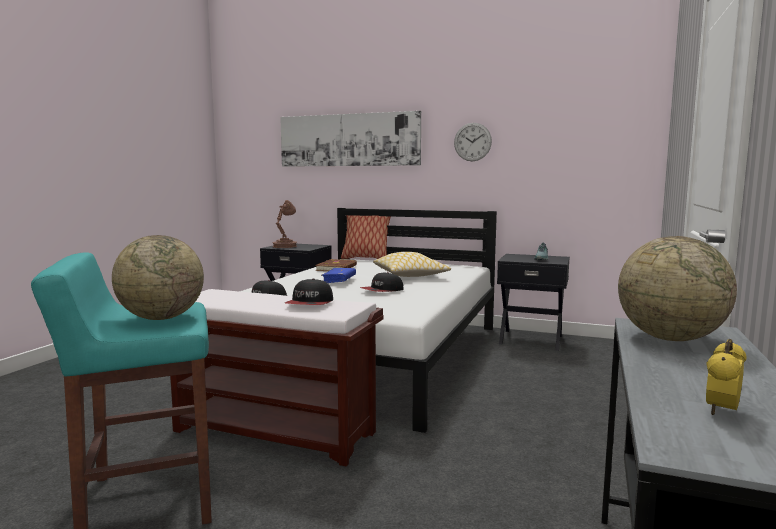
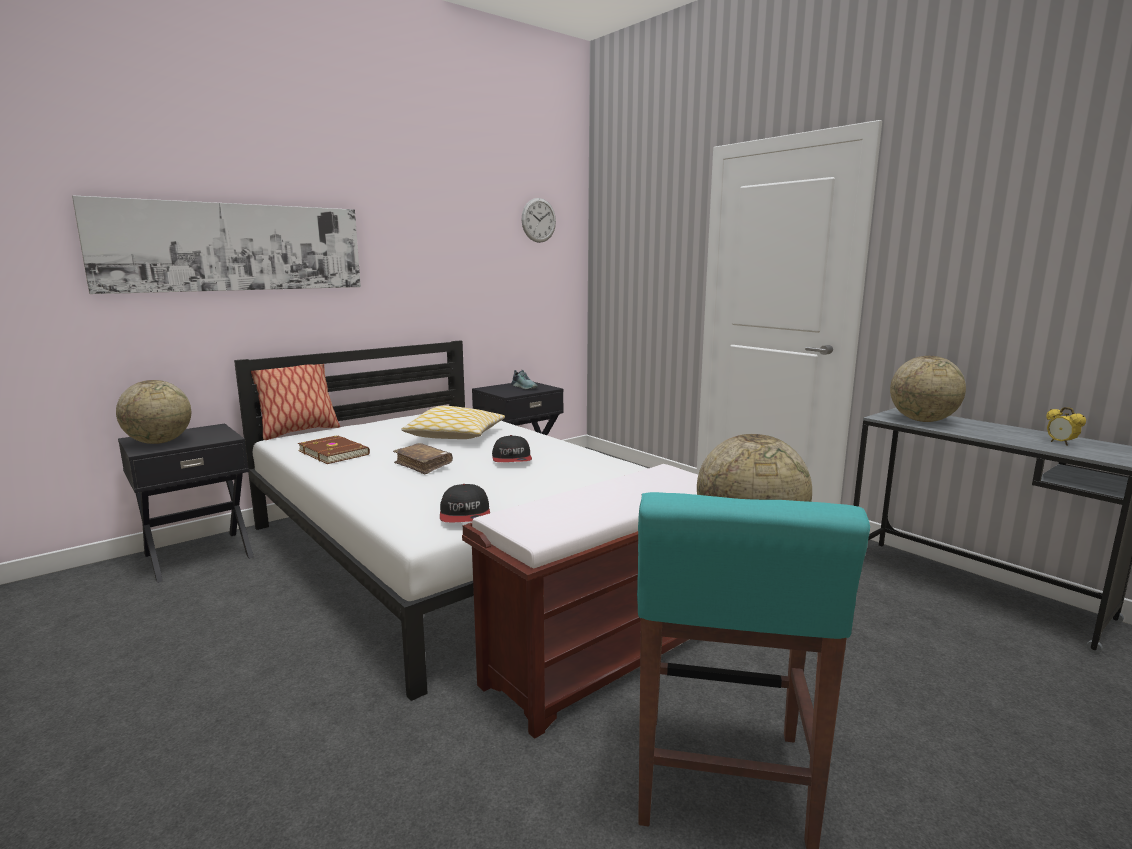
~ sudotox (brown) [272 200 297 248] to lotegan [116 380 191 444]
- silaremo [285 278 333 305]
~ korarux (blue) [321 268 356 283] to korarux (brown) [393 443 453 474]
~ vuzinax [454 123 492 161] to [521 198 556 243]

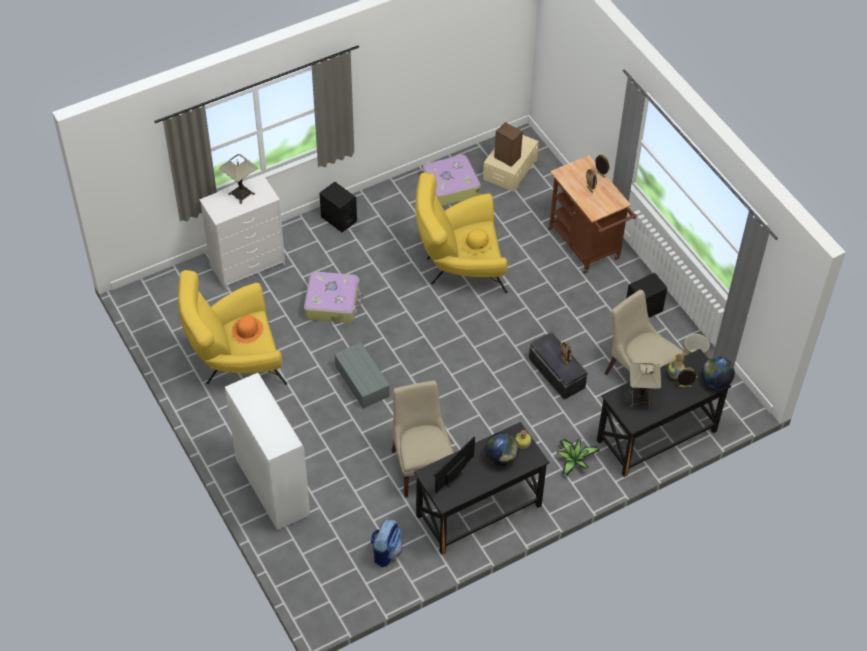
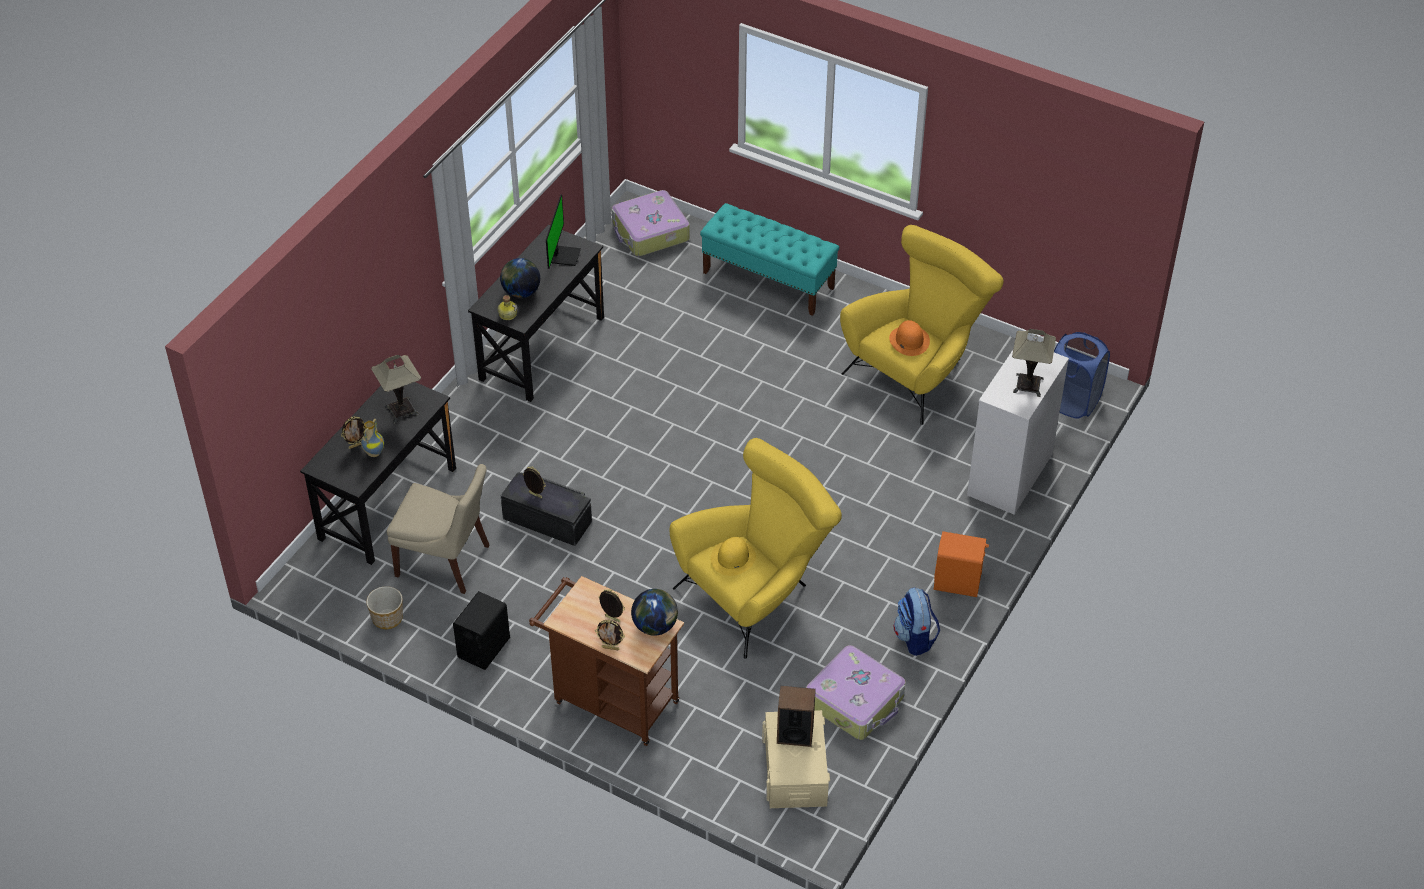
~ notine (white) [225 373 310 530] to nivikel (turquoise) [700 203 839 316]
~ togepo [304 271 363 323] to [612 190 690 256]
~ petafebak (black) [320 182 357 232] to petafebak (orange) [934 531 989 597]
- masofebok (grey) [334 342 390 408]
~ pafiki [371 519 403 567] to [894 587 940 656]
- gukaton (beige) [392 380 454 497]
- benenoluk [557 439 600 476]
~ lotegan [702 356 735 389] to [631 589 678 636]
+ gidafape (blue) [1054 332 1110 419]

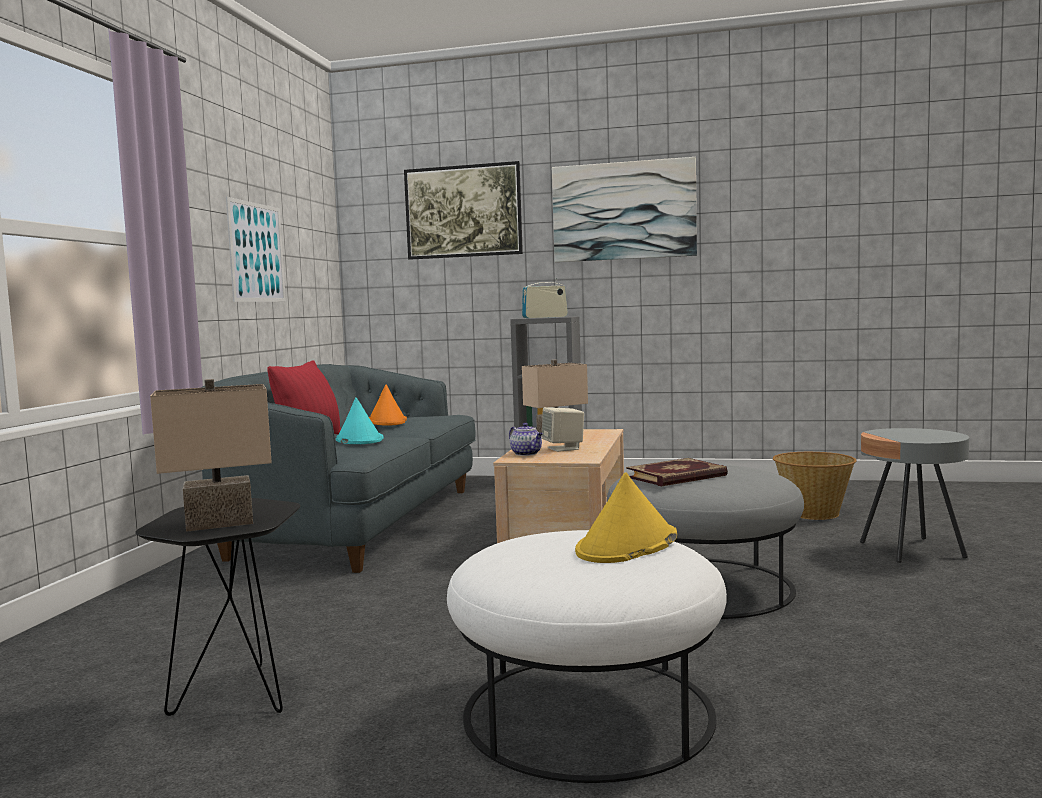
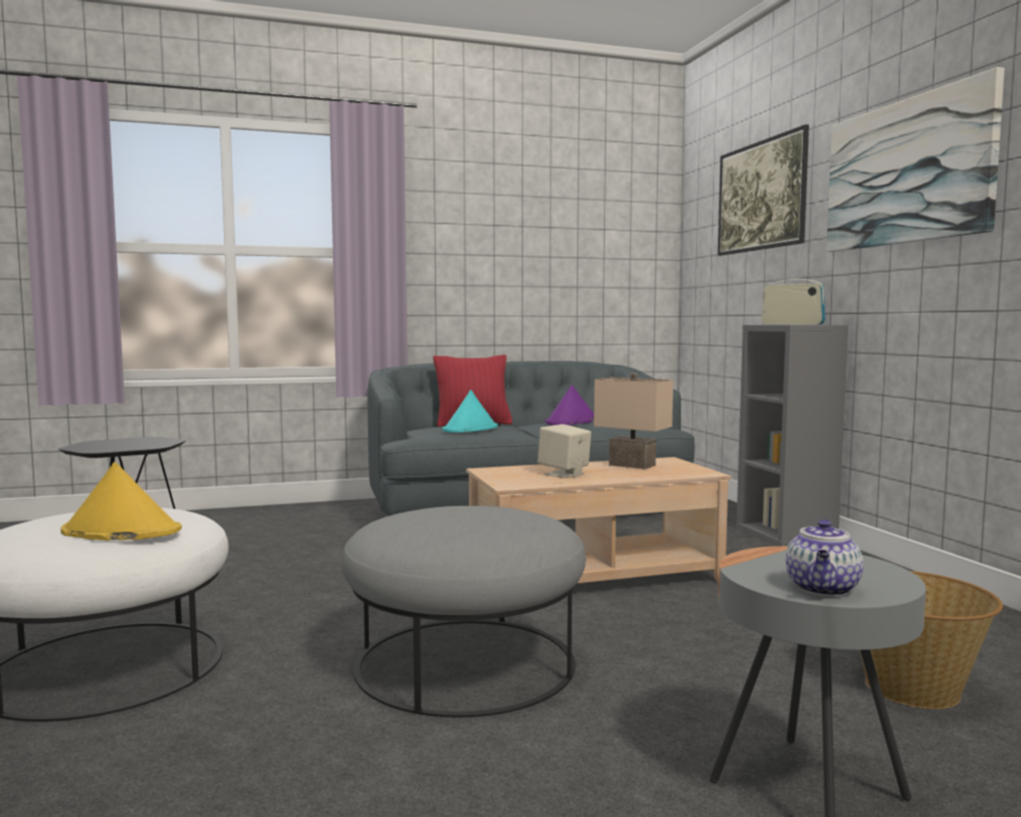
- sudotox (beige) [150 379 272 532]
- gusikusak [226 197 286 302]
~ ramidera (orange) [369 385 407 426] to ramidera (purple) [545 385 594 425]
~ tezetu [509 423 543 456] to [786 519 864 596]
- korarux [626 458 728 487]

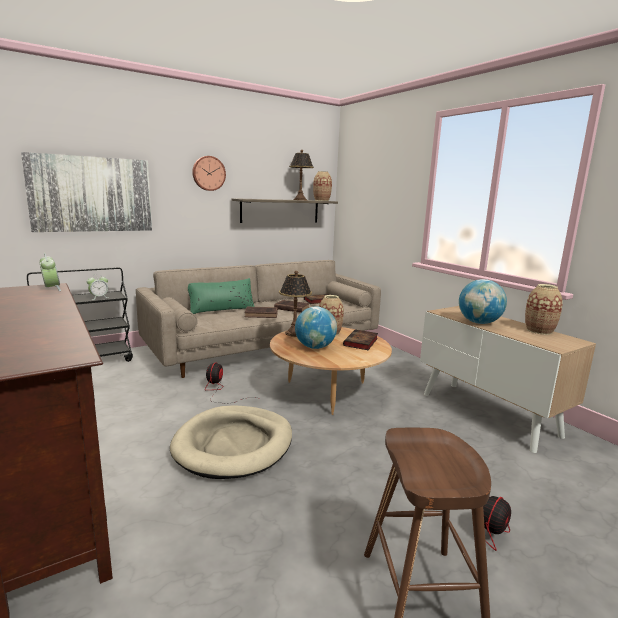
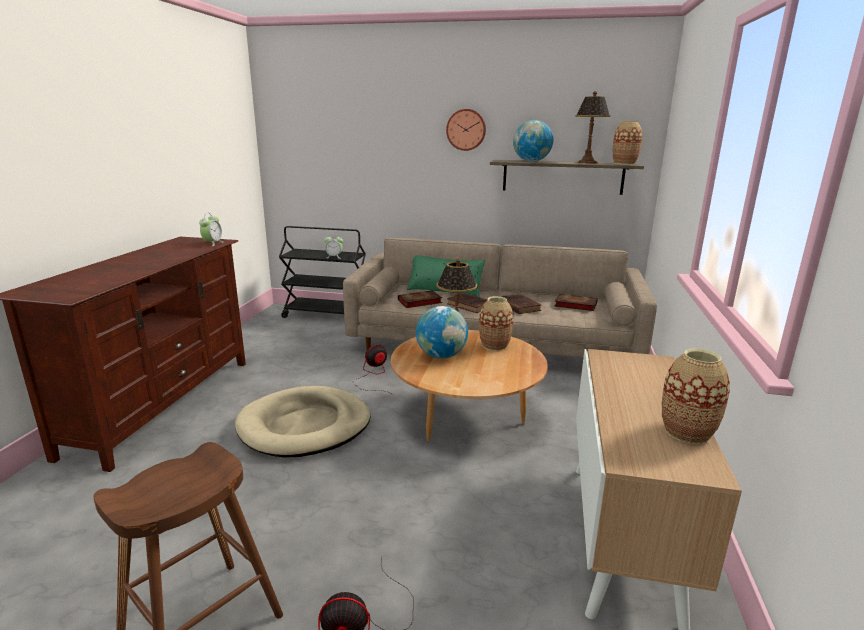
- gusikusak [21 152 152 232]
~ korarux [343 329 378 350] to [398 290 442 308]
~ lotegan [459 279 507 324] to [513 120 554 162]

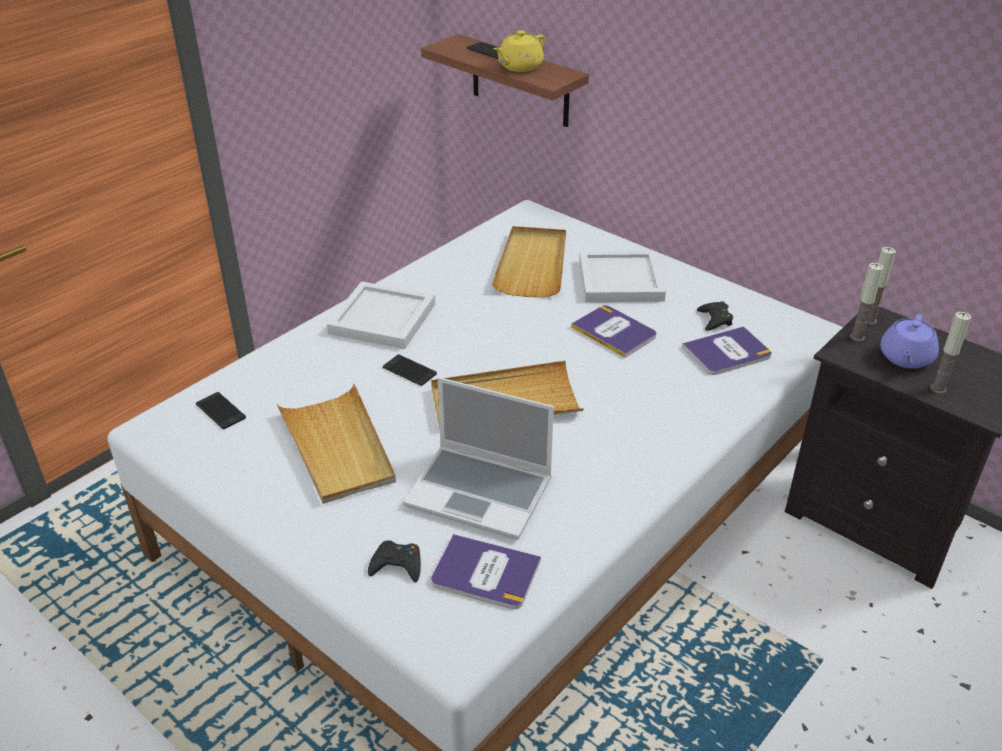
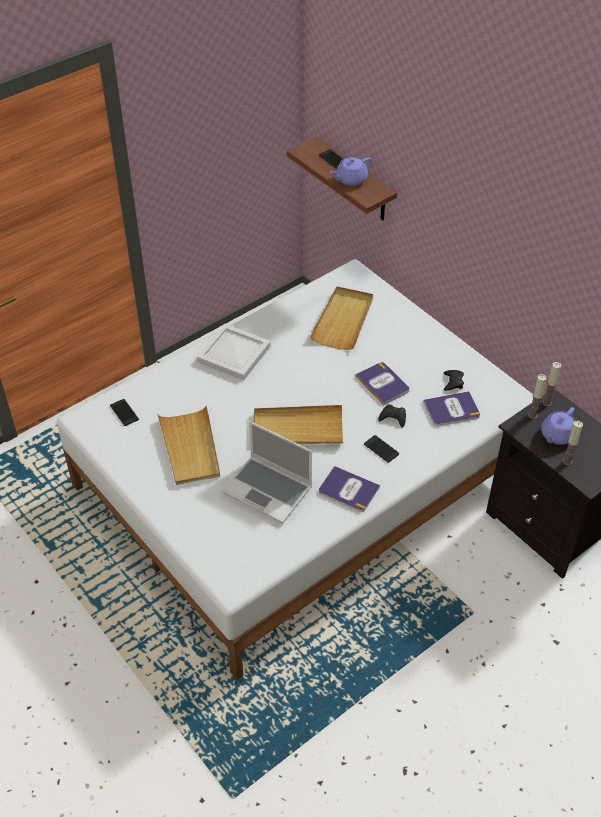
~ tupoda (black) [368 540 421 583] to [378 404 406 428]
~ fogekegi [383 355 437 386] to [364 435 399 463]
~ korarux [431 534 541 609] to [319 466 380 512]
~ tezetu (yellow) [494 31 545 72] to tezetu (purple) [330 156 372 186]
- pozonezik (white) [579 251 666 302]

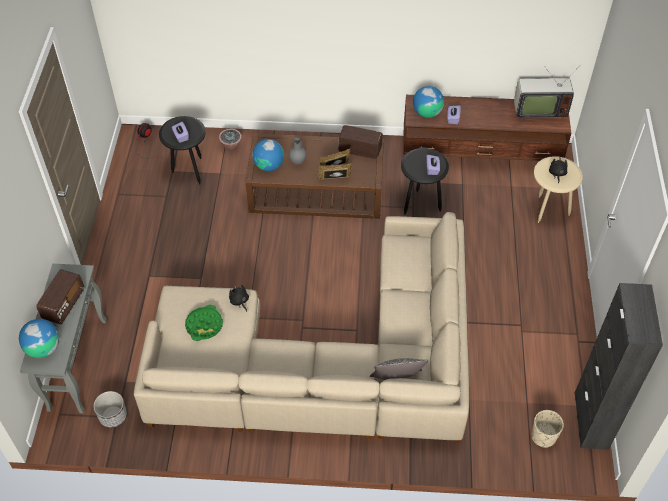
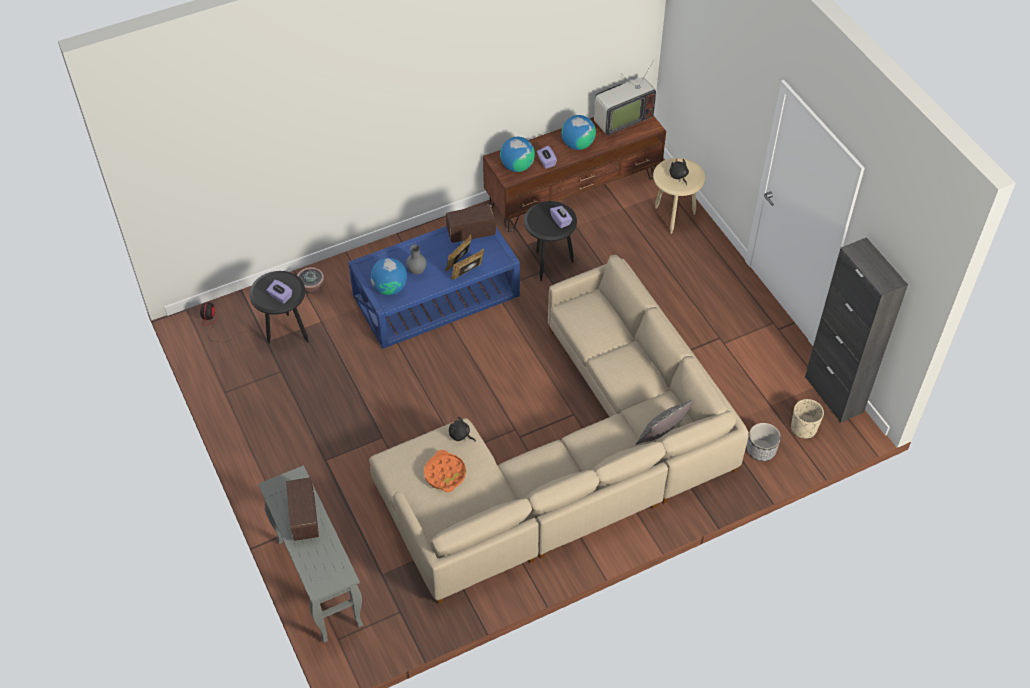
~ lotegan [19 319 59 358] to [561 115 596 150]
~ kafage [93 391 127 428] to [747 423 781 461]
~ pozonezik (green) [185 305 223 341] to pozonezik (orange) [424 450 466 492]
~ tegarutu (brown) [246 134 384 219] to tegarutu (blue) [348 226 520 349]

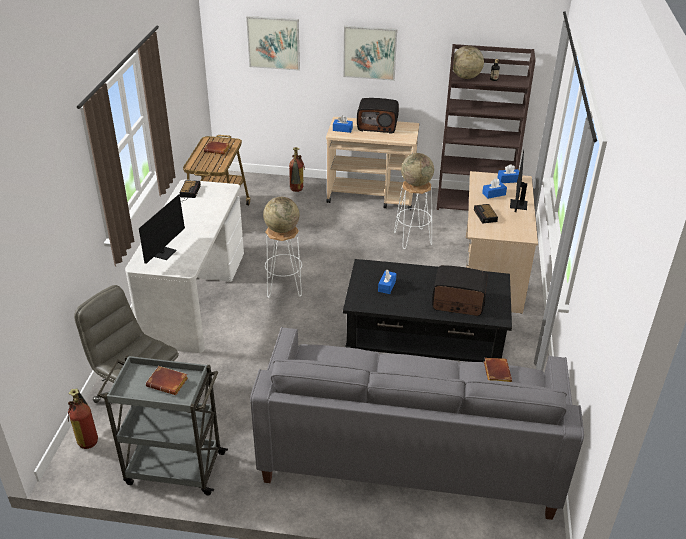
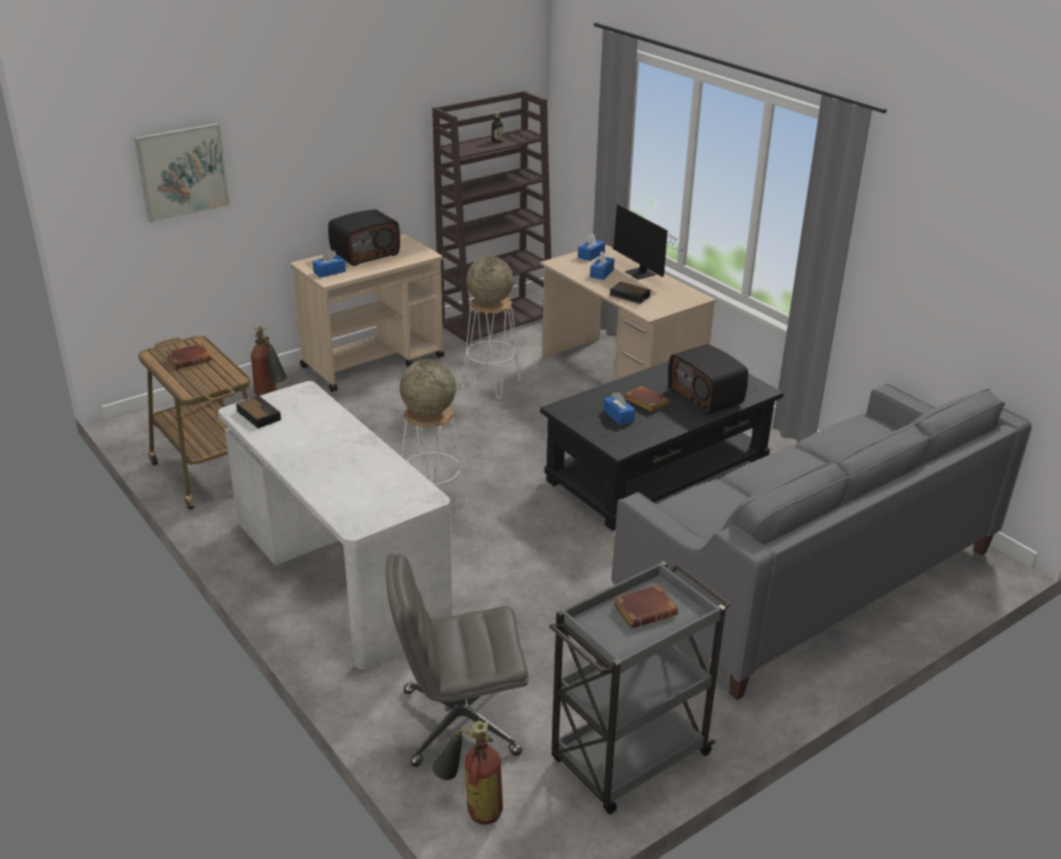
- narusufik [139 190 191 264]
- gusikusak [343 26 397 81]
~ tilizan [432 265 488 316] = [668 344 748 415] 90 degrees counterclockwise
- lotegan [453 46 484 79]
~ korarux (brown) [484 358 512 382] to [624 386 670 412]

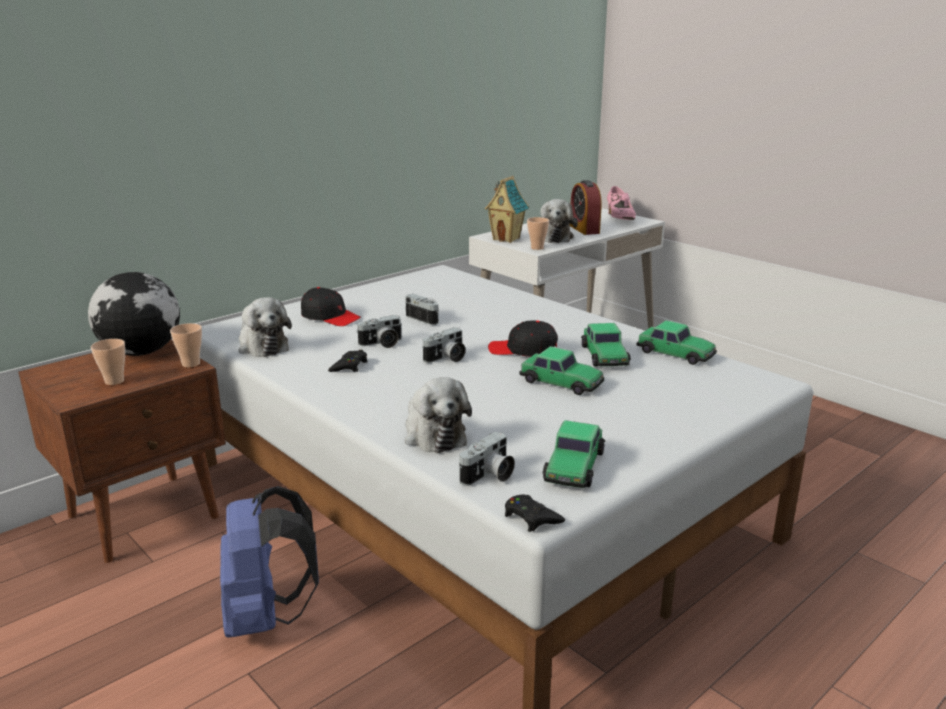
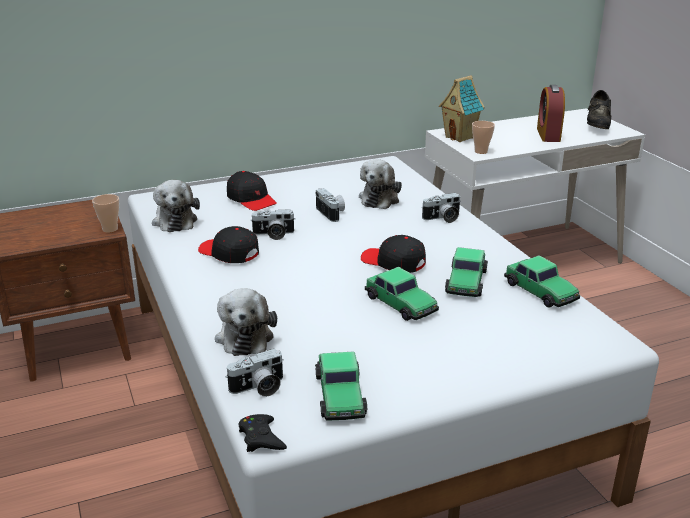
- lotegan [88 272 180 356]
- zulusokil [91 339 125 385]
- pafiki (blue) [220 486 319 638]
~ tupoda (black) [328 350 368 372] to silaremo (black) [198 226 259 263]
~ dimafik [422 327 466 363] to [422 193 460 223]
~ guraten [540 199 578 243] to [359 159 402 209]
~ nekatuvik [542 420 605 488] = [315 351 368 421] 45 degrees counterclockwise
~ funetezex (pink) [607 186 636 220] to funetezex (black) [587 90 611 129]

